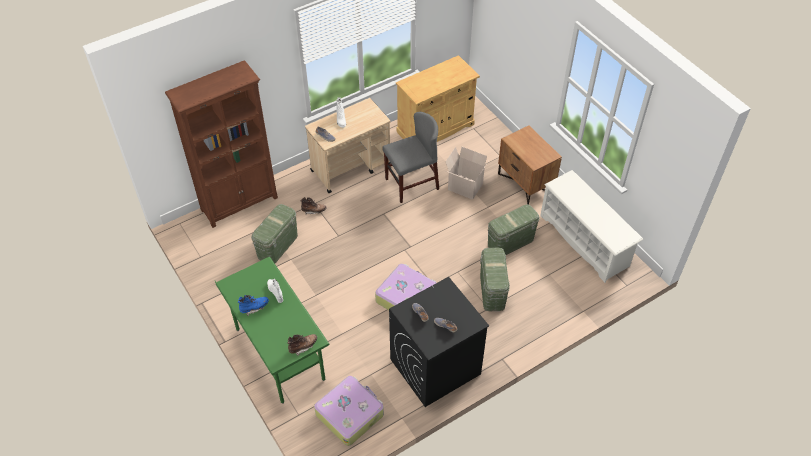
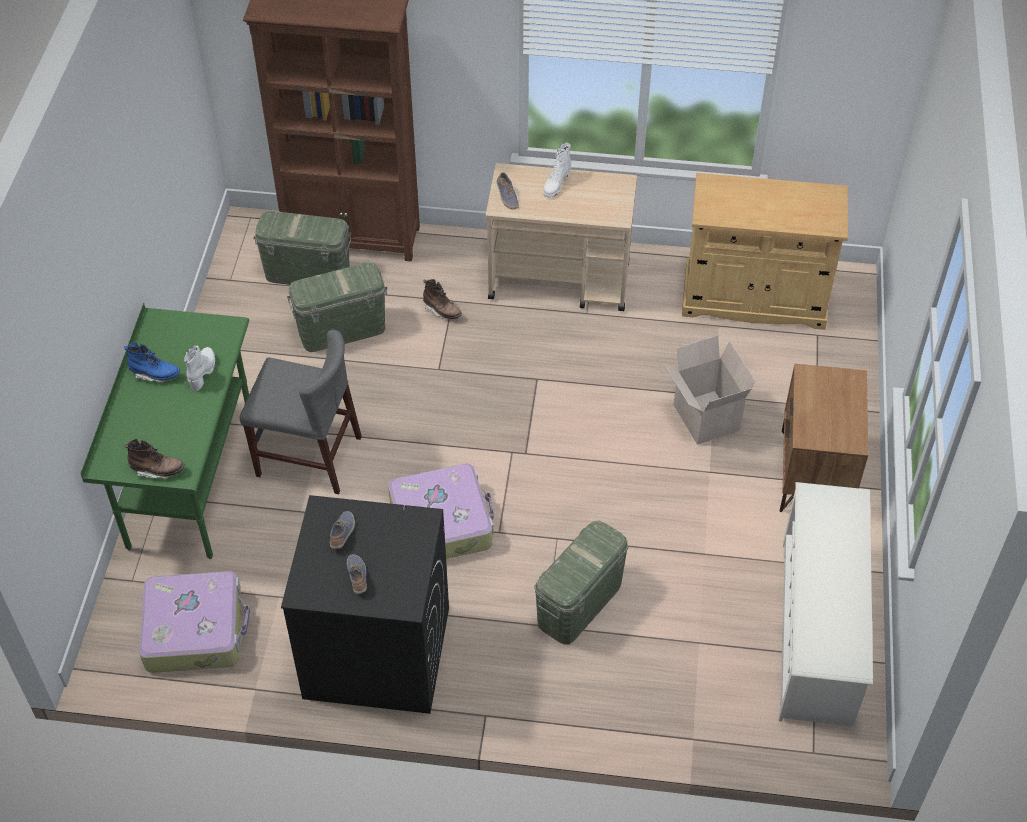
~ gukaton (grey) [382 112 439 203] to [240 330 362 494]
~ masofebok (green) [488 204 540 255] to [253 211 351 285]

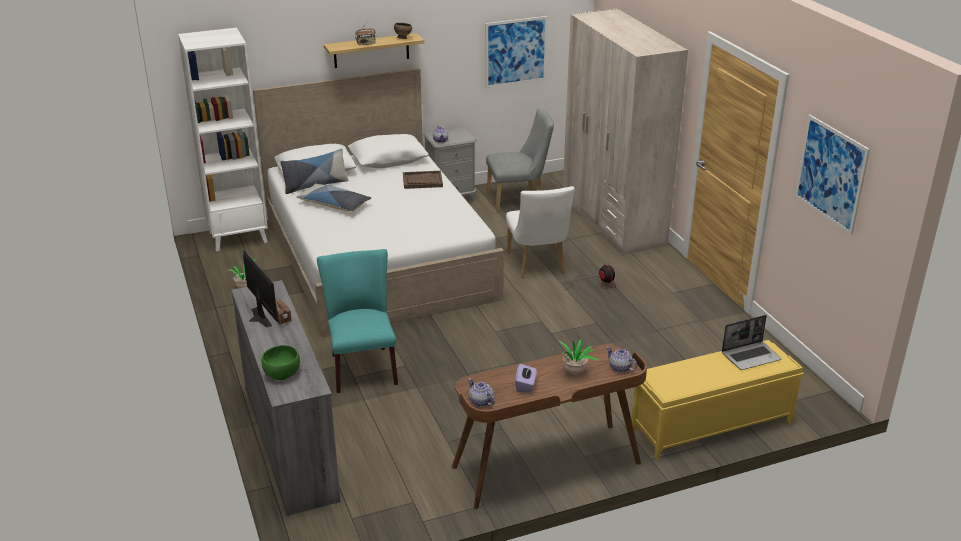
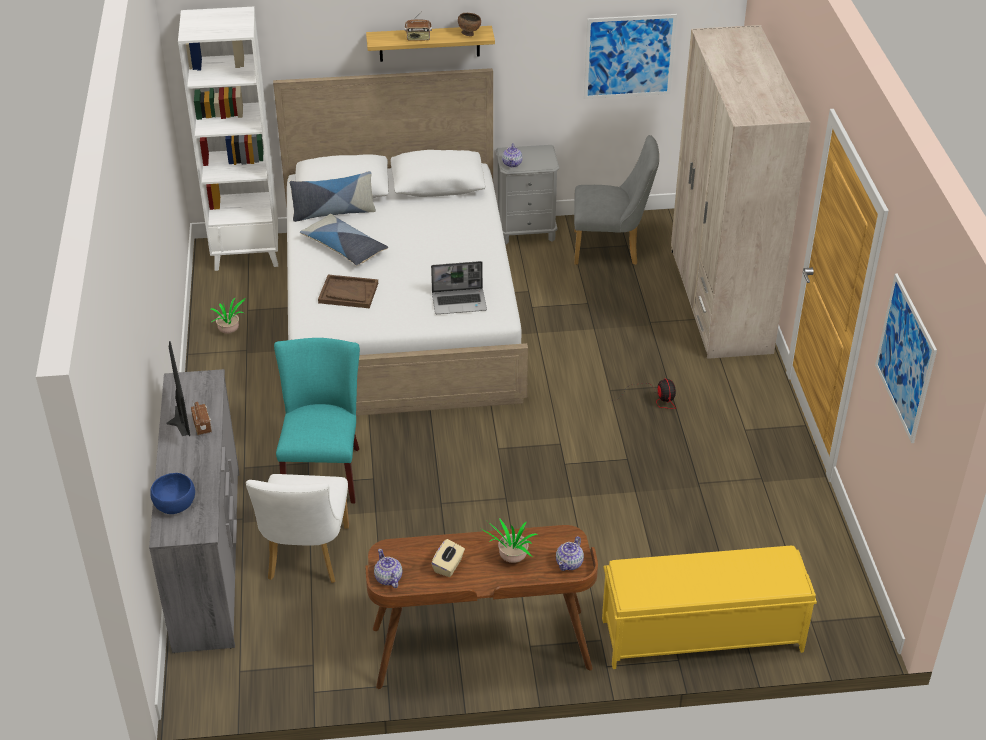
~ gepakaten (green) [261 345 300 380] to gepakaten (blue) [150 473 195 514]
~ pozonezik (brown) [403 171 443 189] to [318 275 378 308]
~ gukaton (white) [506 186 575 278] to [246 474 349 583]
~ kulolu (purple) [515 364 537 393] to kulolu (beige) [431 539 465 577]
~ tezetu [606 346 637 373] = [556 536 584 571] 120 degrees counterclockwise
~ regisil [722 315 782 370] to [431 261 487 314]

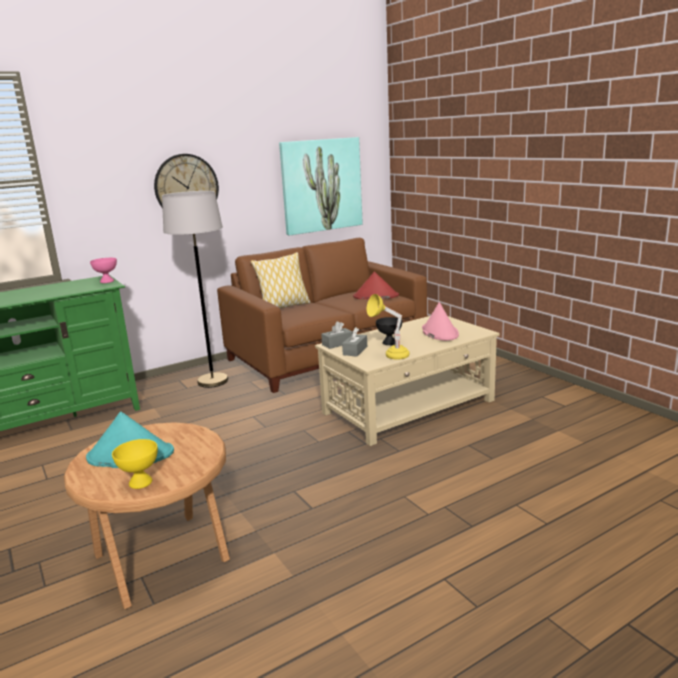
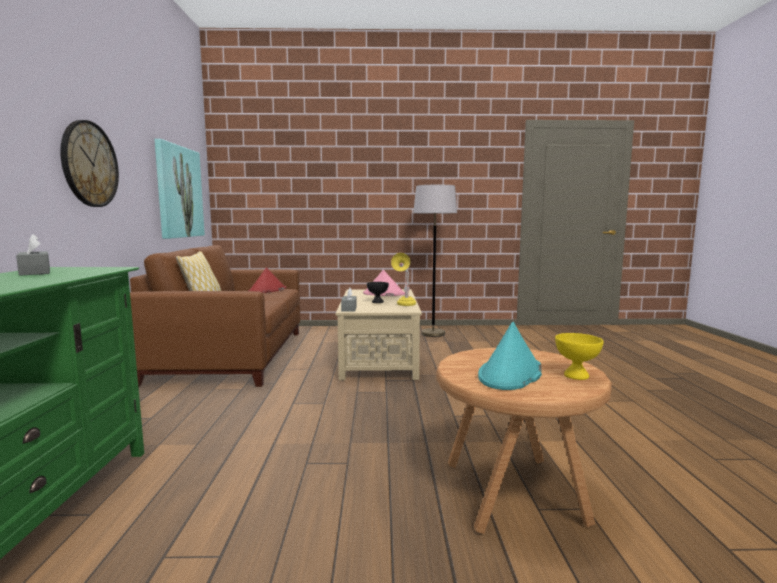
- gepakaten (pink) [90 258 117 283]
~ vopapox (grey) [162 191 228 388] to [413 185 457 337]
~ kulolu (grey) [342 327 367 357] to [16 234 50 276]

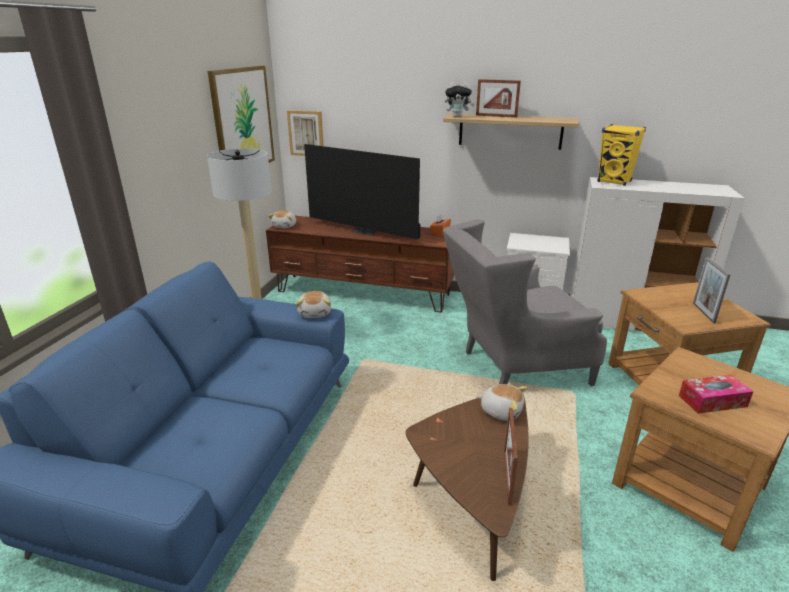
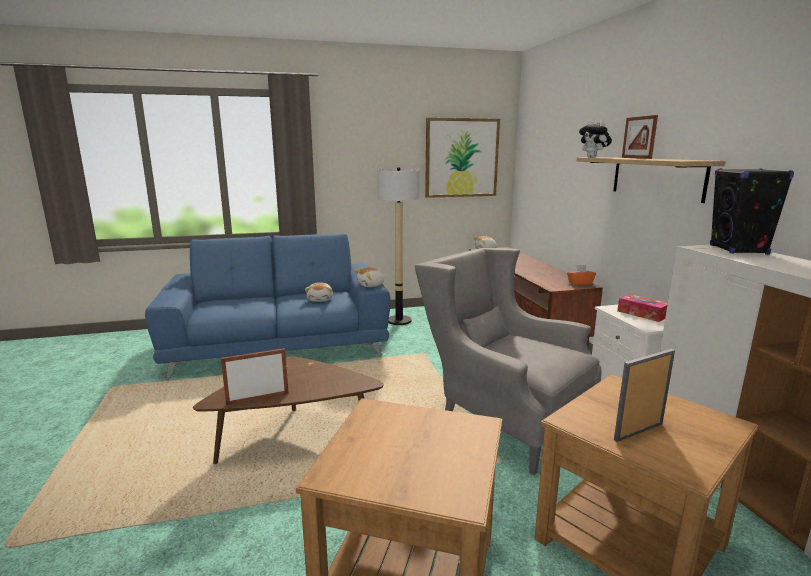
- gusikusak [287 110 323 156]
- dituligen [304 144 420 239]
~ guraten [477 384 528 421] to [305 282 333 302]
~ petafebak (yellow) [598 124 646 186] to petafebak (black) [710 168 794 255]
~ kulolu [679 375 754 414] to [617 294 668 322]

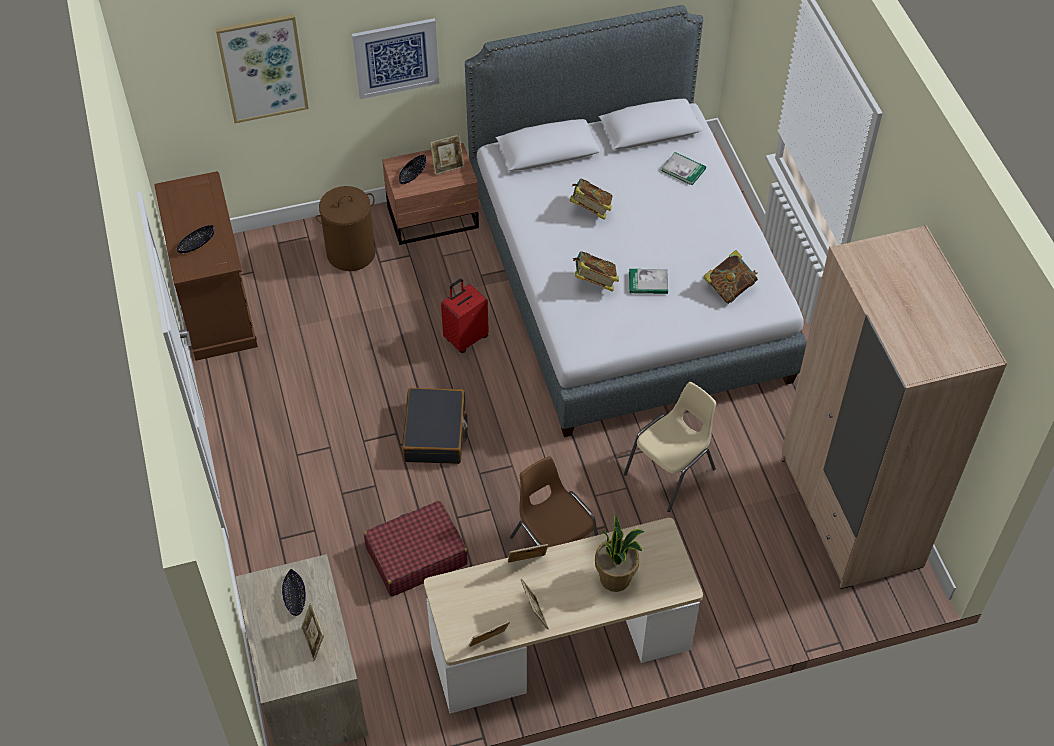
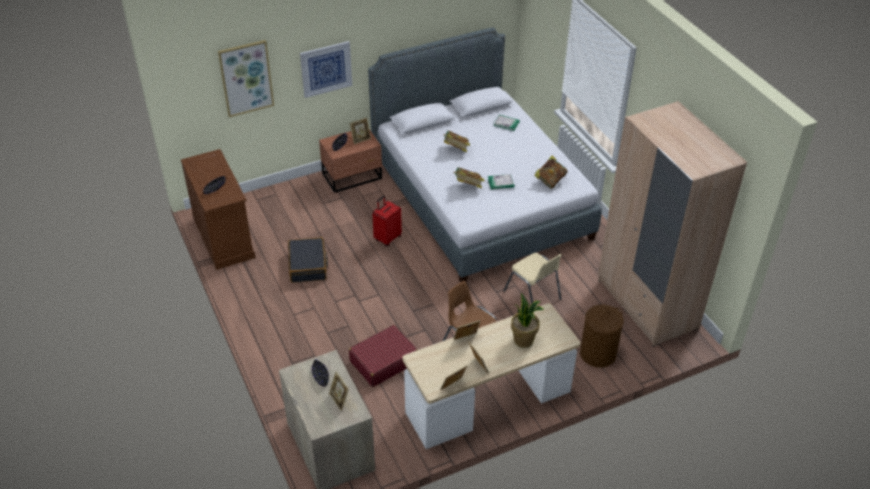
~ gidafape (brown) [316 186 376 271] to [580 305 624 368]
~ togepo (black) [402 388 468 464] to [288 237 328 283]
~ gukaton (beige) [624 382 716 512] = [503 253 562 304] 105 degrees clockwise

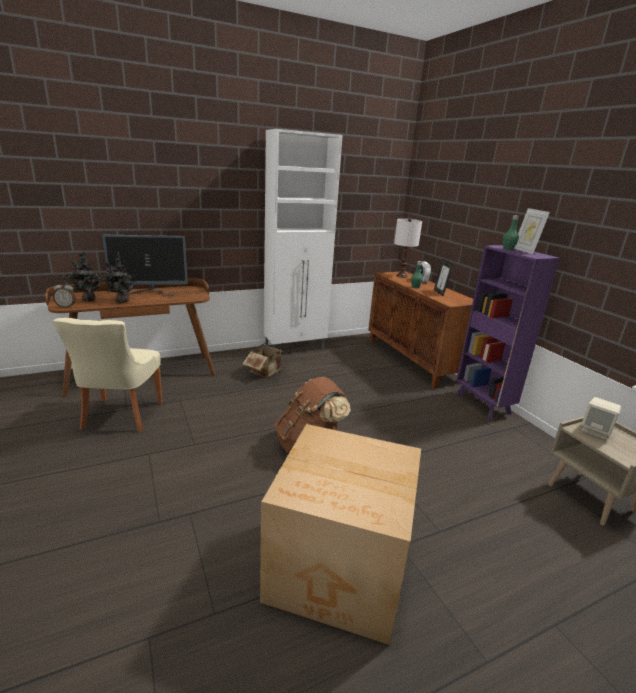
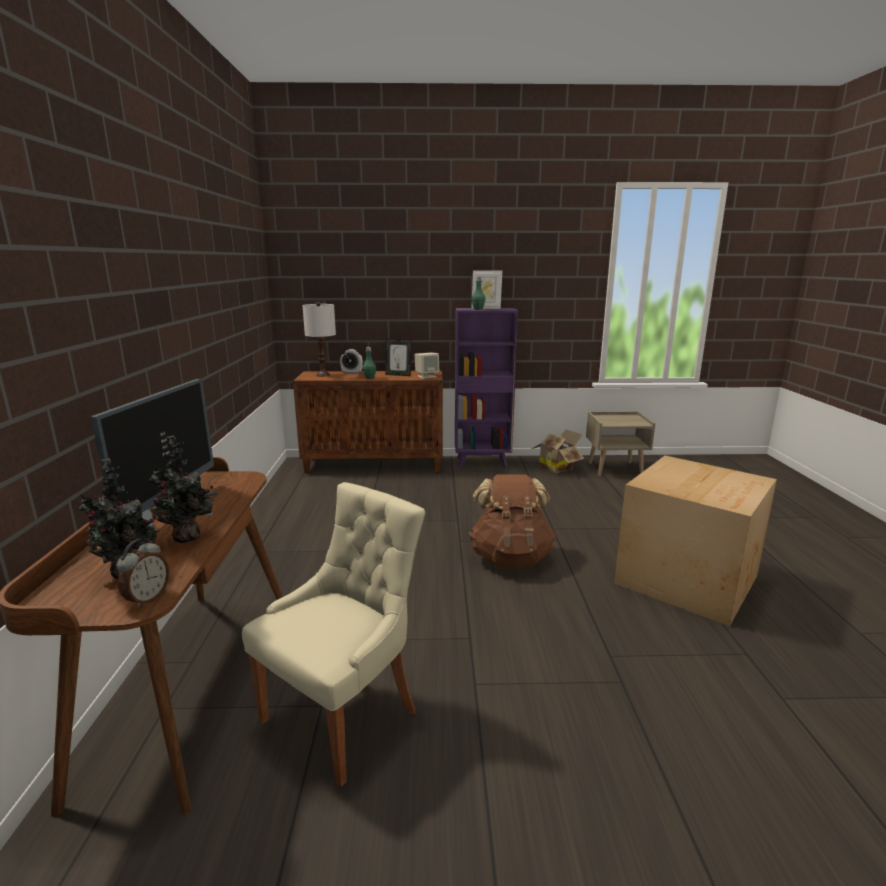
~ gukaton (beige) [52 318 162 432] = [242 482 425 787] 75 degrees counterclockwise
~ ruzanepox [243 340 288 378] to [532 430 584 473]
- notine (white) [264 129 343 350]
~ petafebak (beige) [581 397 621 440] to [415 353 439 379]

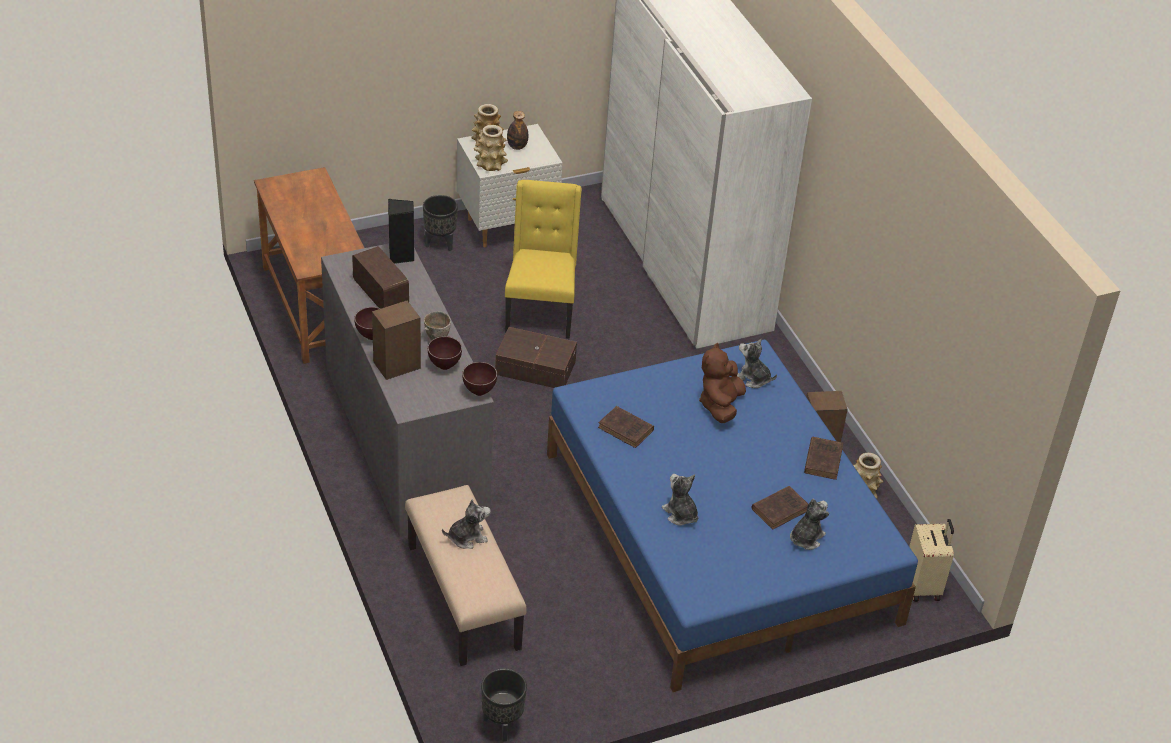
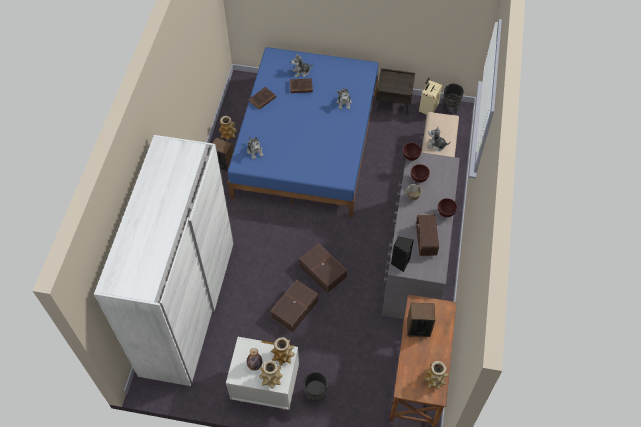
~ petafebak [372 301 421 380] to [407 303 435 337]
~ gukaton (yellow) [505 180 581 339] to masofebok (brown) [270 280 318 333]
- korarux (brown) [598 406 654 448]
- guraten (brown) [699 343 746 423]
~ togepo (beige) [909 519 954 602] to [419 78 442 115]
+ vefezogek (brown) [376 68 415 115]
+ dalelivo [423 361 449 390]

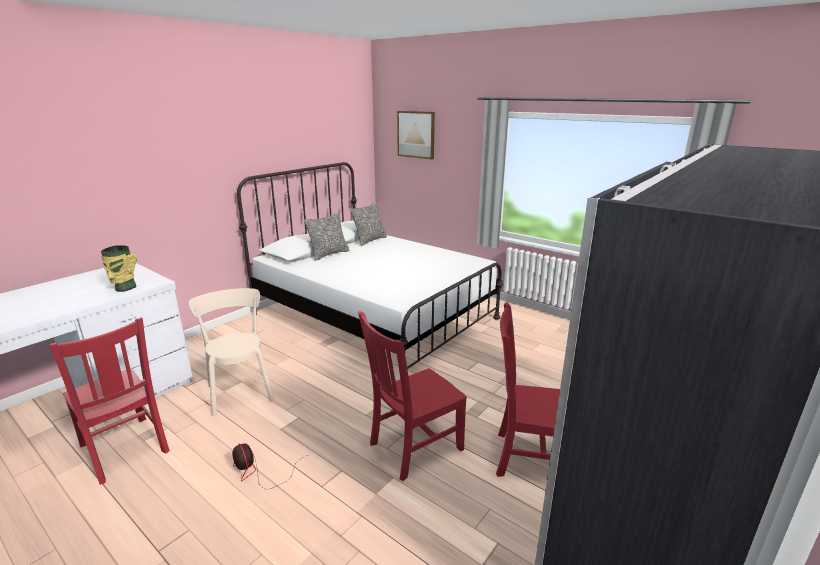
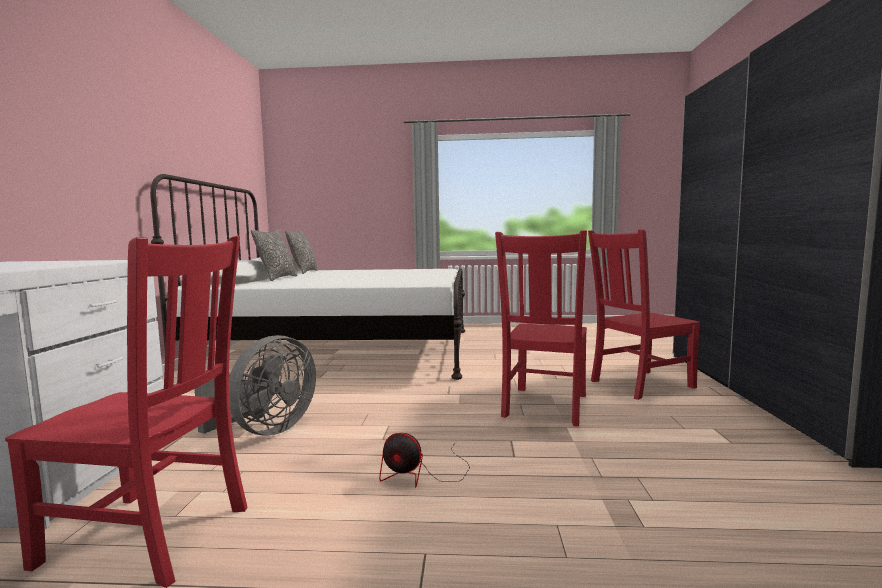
- dalelivo [101 245 137 292]
~ gukaton (beige) [189 288 274 416] to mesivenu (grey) [194 335 316 436]
- gusikusak [397 111 435 159]

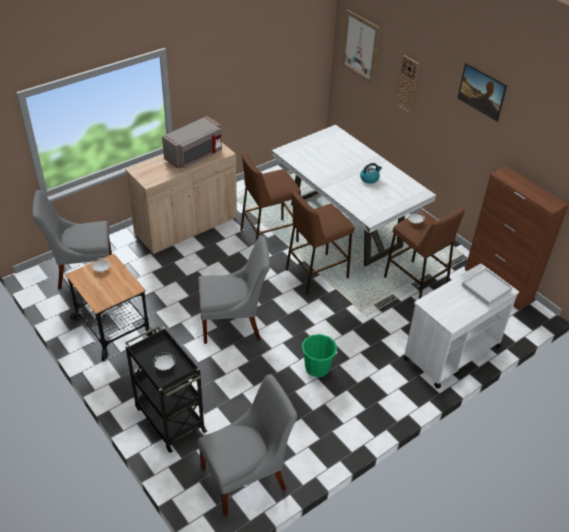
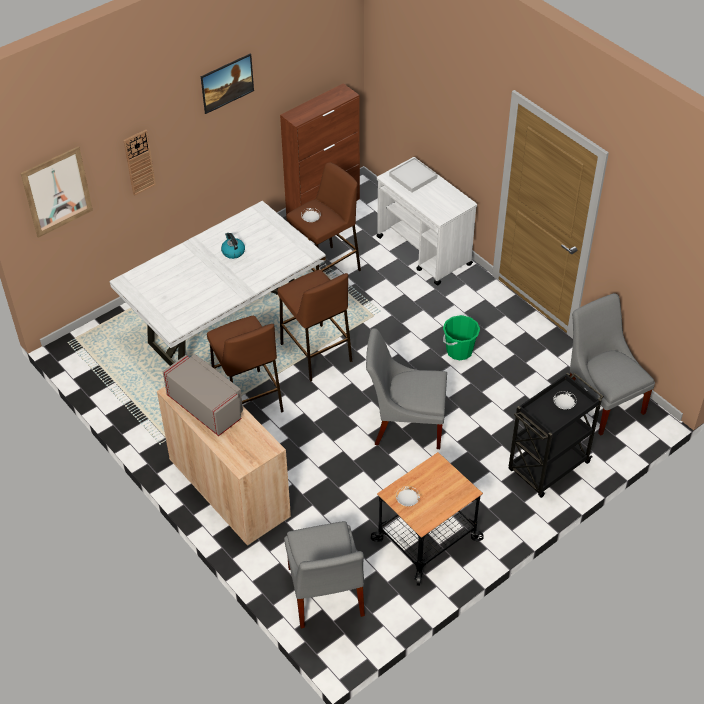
~ gukaton (grey) [198 236 270 344] = [366 328 447 449] 75 degrees counterclockwise

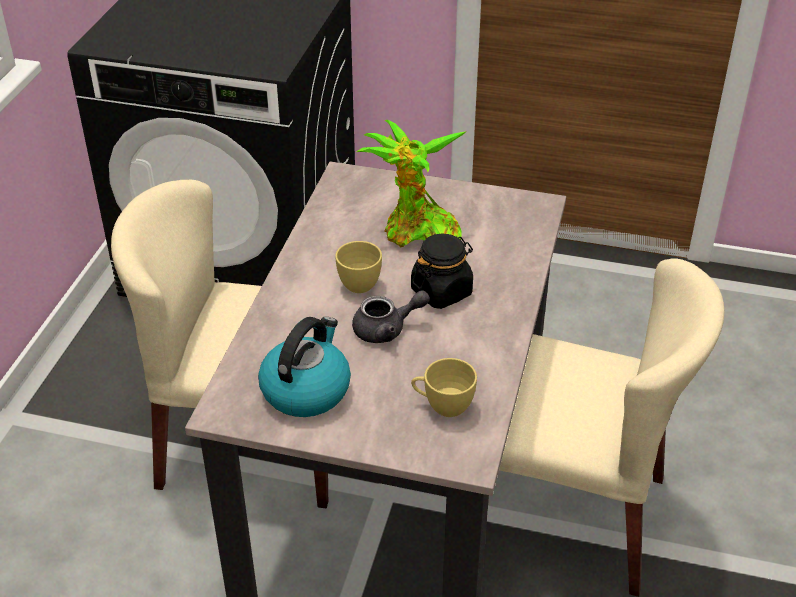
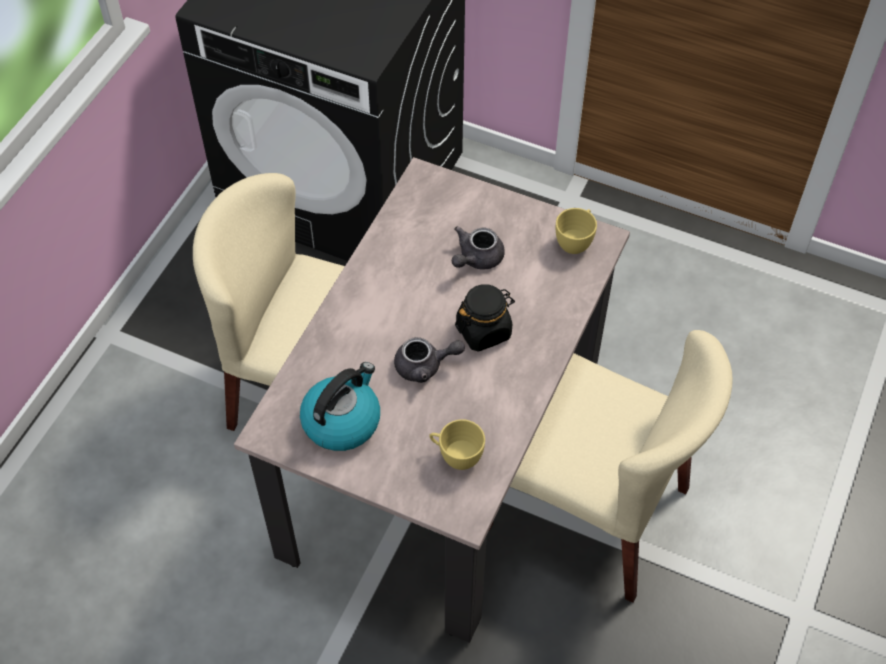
~ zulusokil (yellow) [335 241 382 293] to [556 208 597 254]
~ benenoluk [356 120 467 247] to tezetu (grey) [452 226 505 270]

